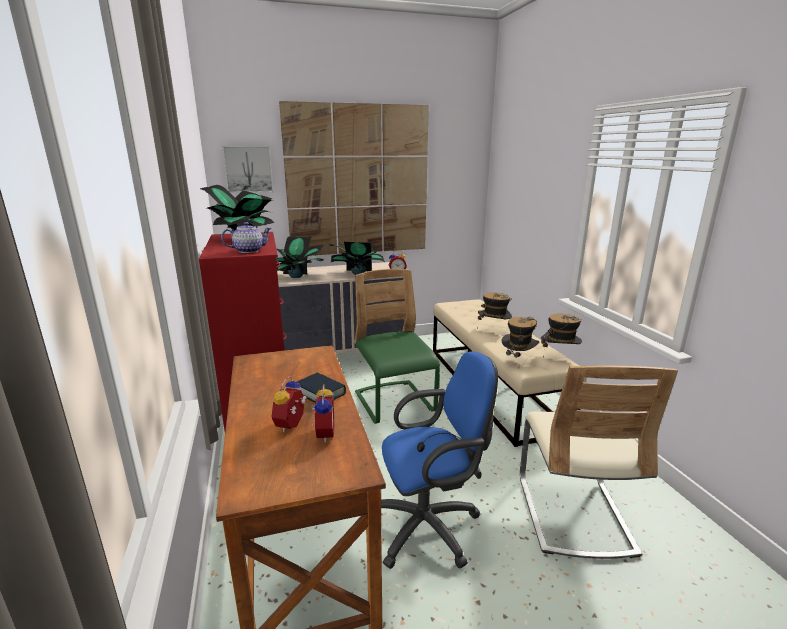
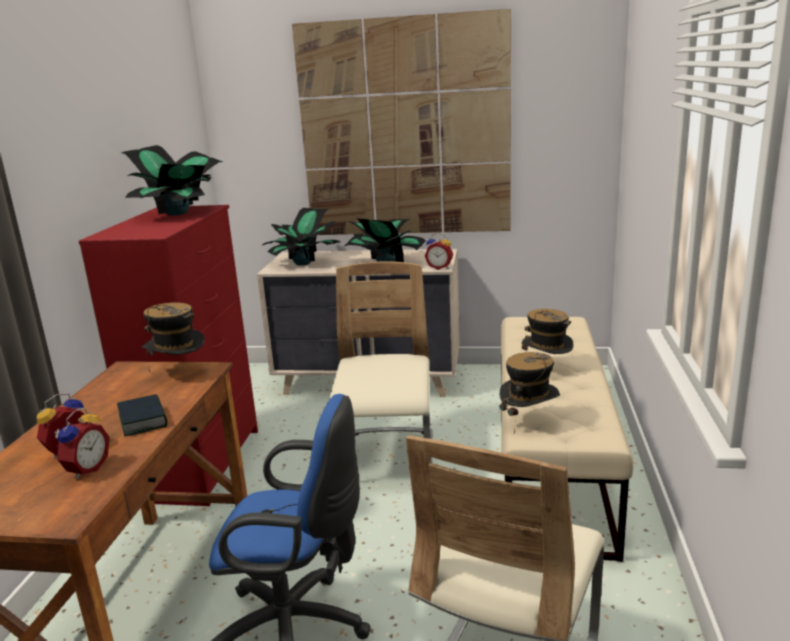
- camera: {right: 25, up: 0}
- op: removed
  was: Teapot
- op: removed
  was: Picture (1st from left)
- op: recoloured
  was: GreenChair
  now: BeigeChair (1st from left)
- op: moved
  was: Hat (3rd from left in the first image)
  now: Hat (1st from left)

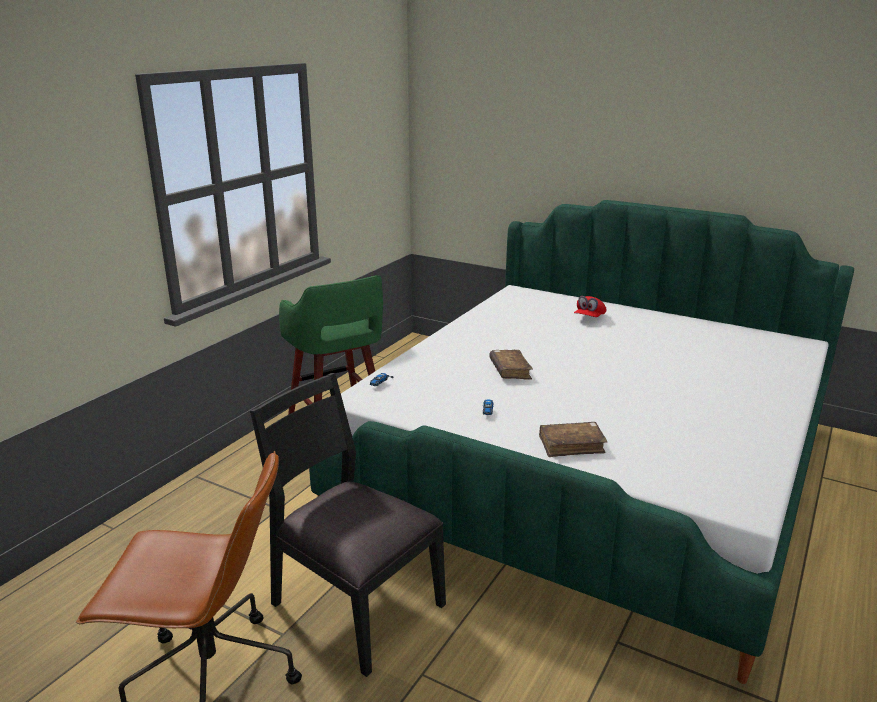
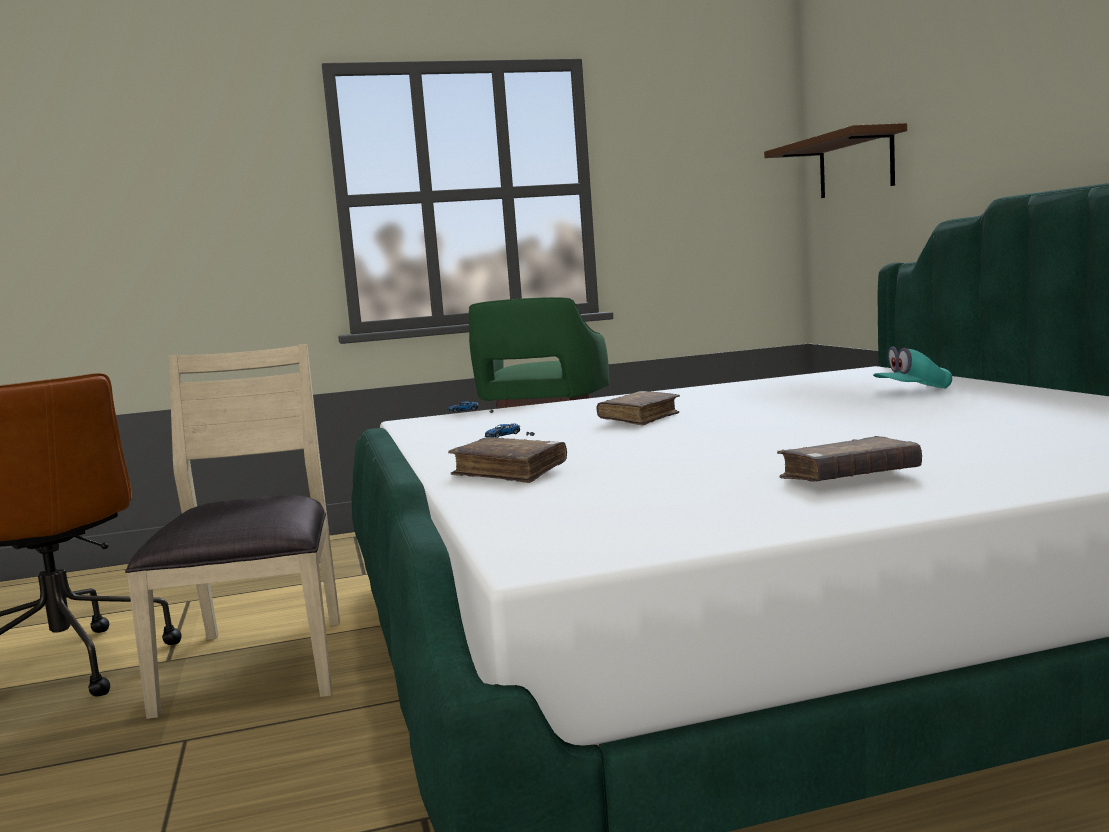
- camera: {right: 45, up: -15}
- op: recoloured
  was: BlackChair
  now: BeigeChair
- op: recoloured
  was: RedCap
  now: TurquoiseCap
- op: added
  now: BrownShelf
- op: added
  now: BrownBook (3rd from left)

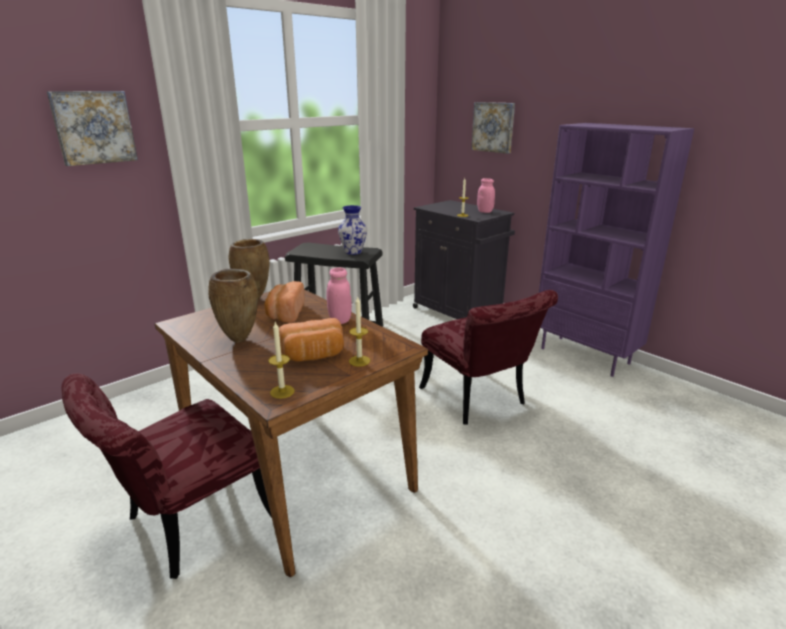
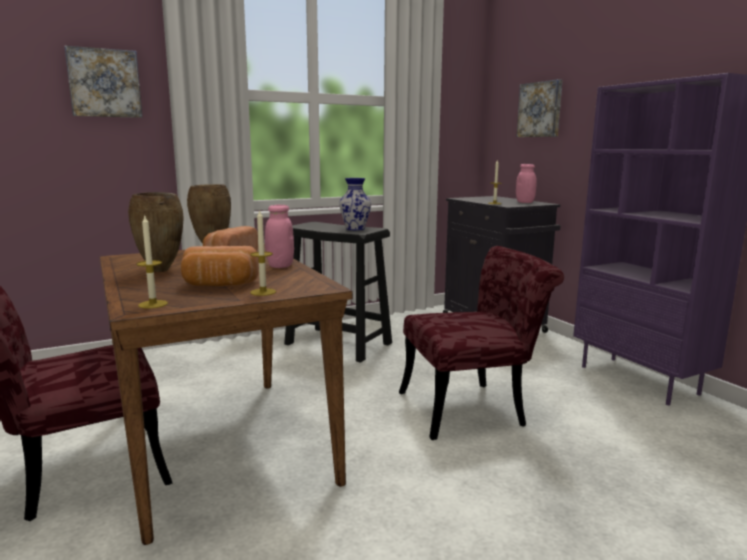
- camera: {right: 15, up: -10}
- op: turned
  was: RedChair (2nd from left)
  clockwise: -90

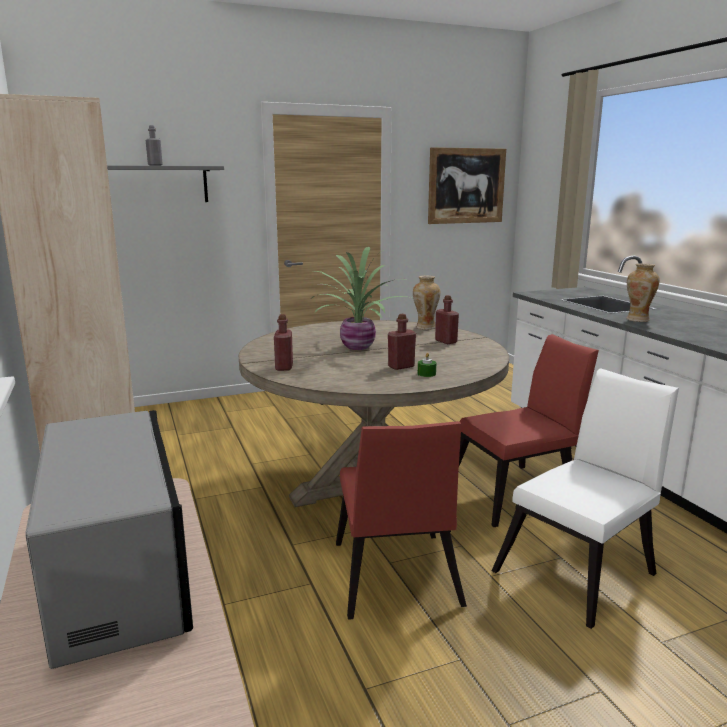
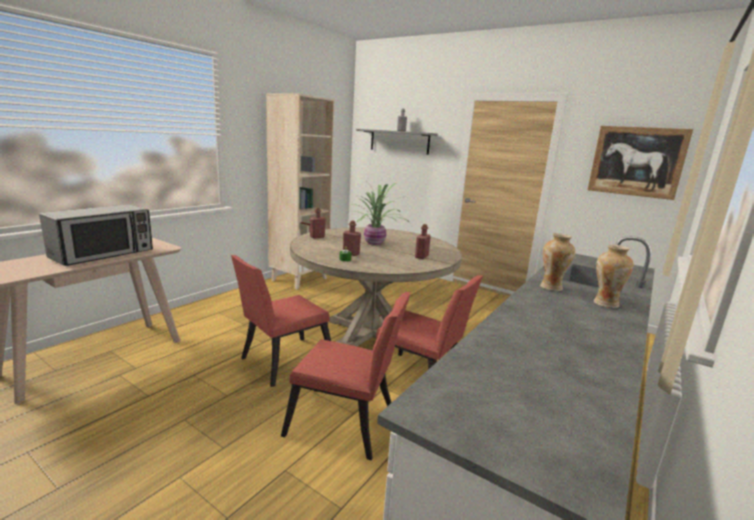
- camera: {right: 55, up: 0}
- op: moved
  was: Vase (1st from left in the first image)
  now: Vase (2nd from left)
- op: recoloured
  was: WhiteChair
  now: RedChair (2nd from left)

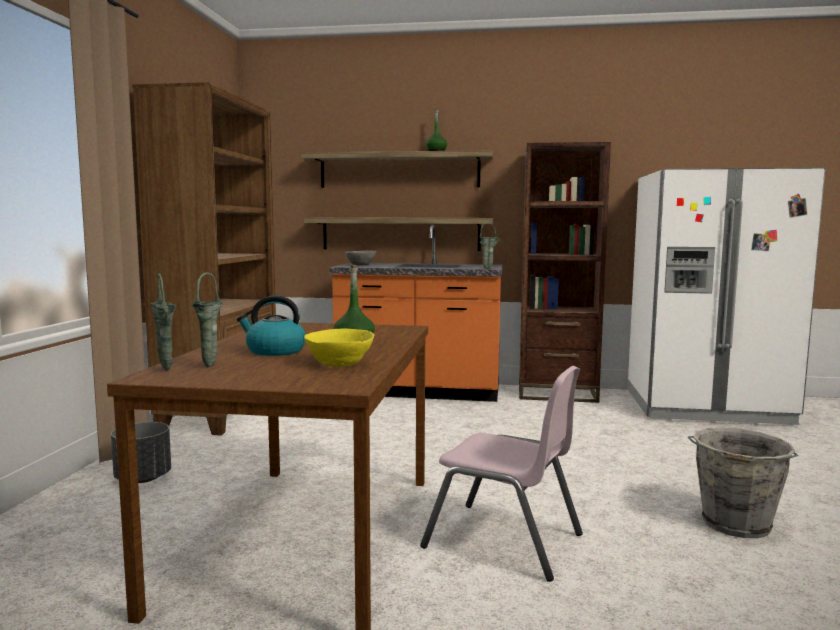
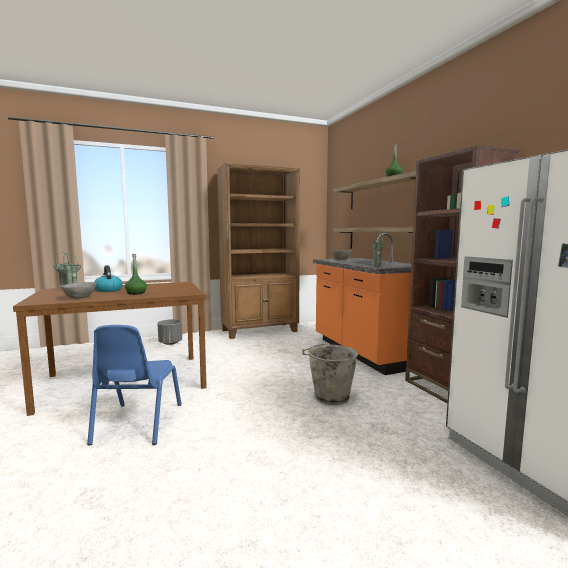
- camera: {right: 60, up: 0}
- op: recoloured
  was: YellowBowl
  now: GreyBowl (1st from left)
- op: recoloured
  was: PinkChair
  now: BlueChair
- op: moved
  was: GreyBucket

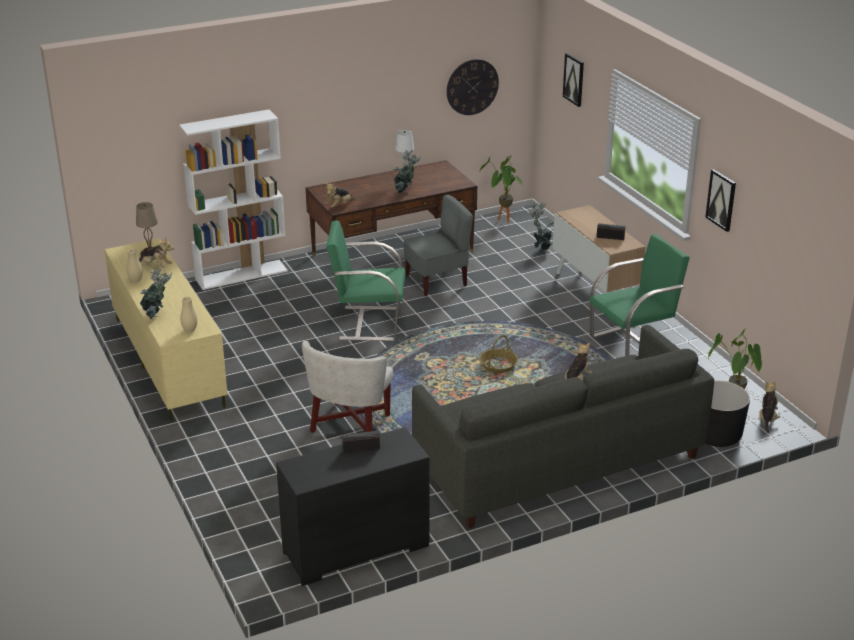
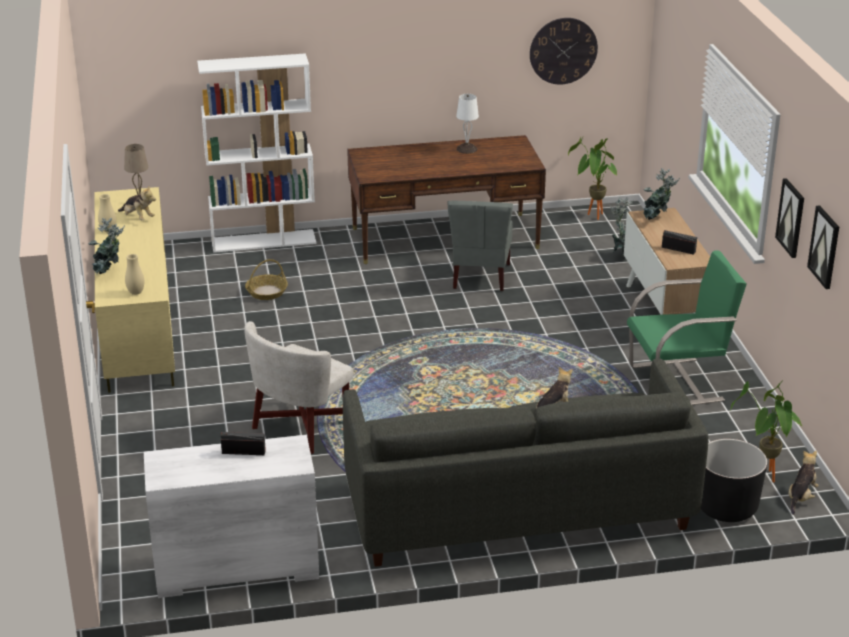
- camera: {right: 15, up: 0}
- op: recoloured
  was: BlackDresser
  now: WhiteDresser
- op: removed
  was: PlushToy (2nd from left)
- op: removed
  was: GreenArmchair (1st from left)
- op: moved
  was: PottedPlant (2nd from left in the first image)
  now: PottedPlant (4th from left)
- op: turned
  was: GreyChair
  clockwise: 105
- op: moved
  was: Basket
- op: moved
  was: Picture (1st from left in the first image)
  now: Picture (2nd from left)

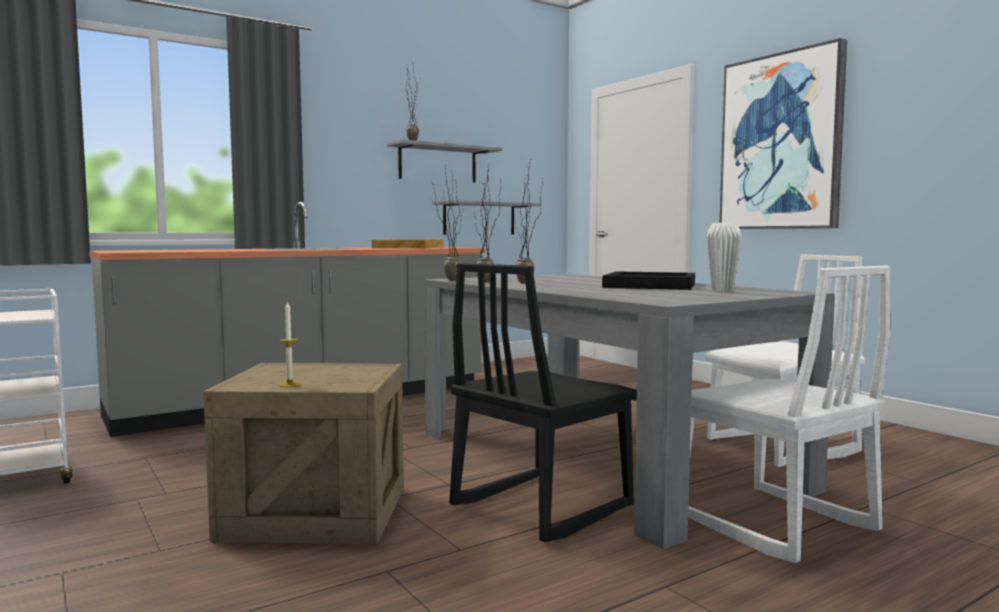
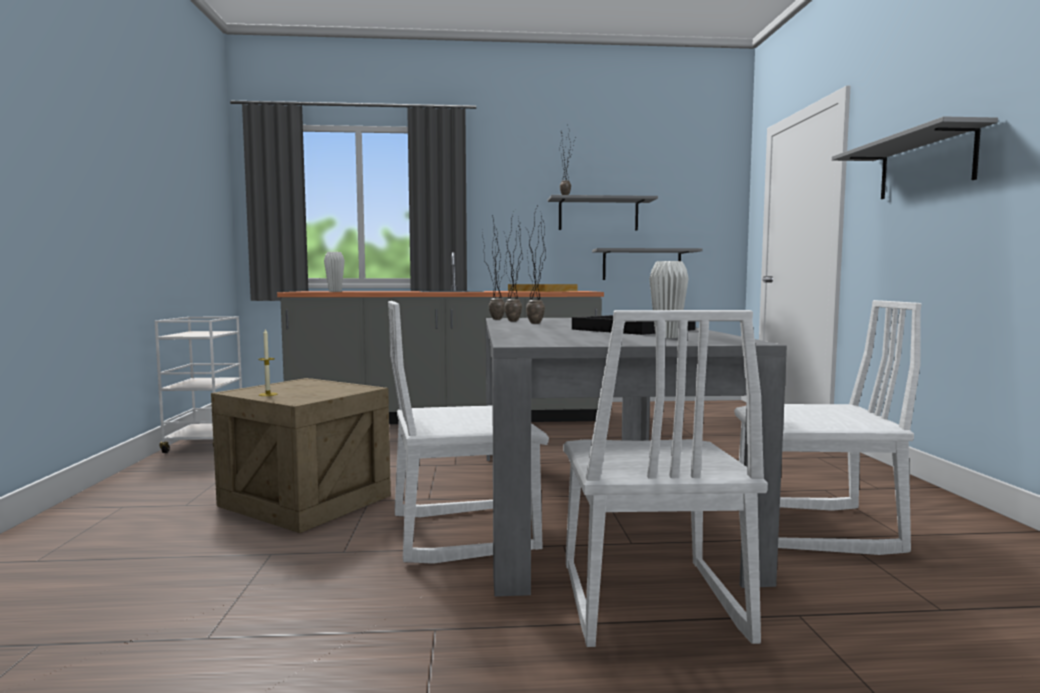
- camera: {right: 30, up: 0}
- op: recoloured
  was: BlackChair
  now: WhiteChair (1st from left)
- op: replaced
  was: Picture
  now: GreyShelf (3rd from left)
- op: added
  now: WhiteVase (1st from left)

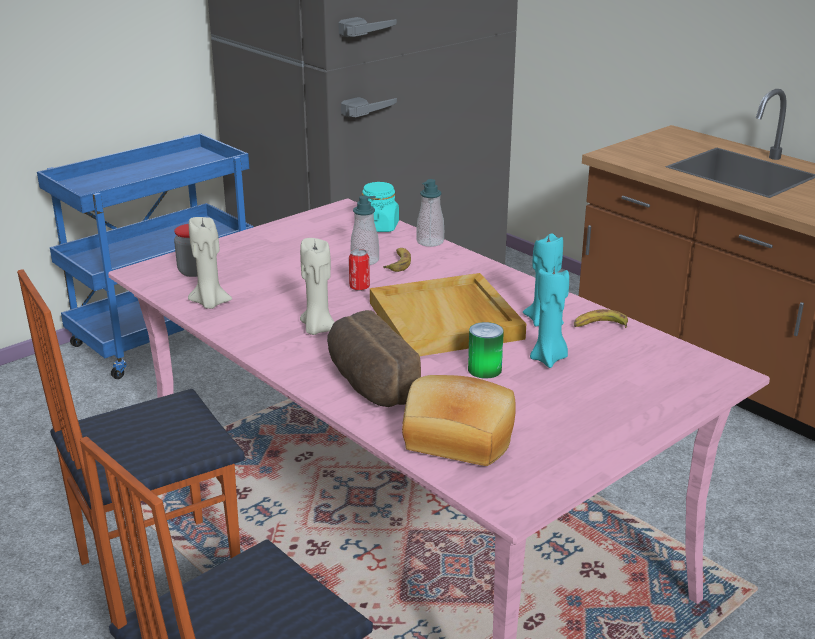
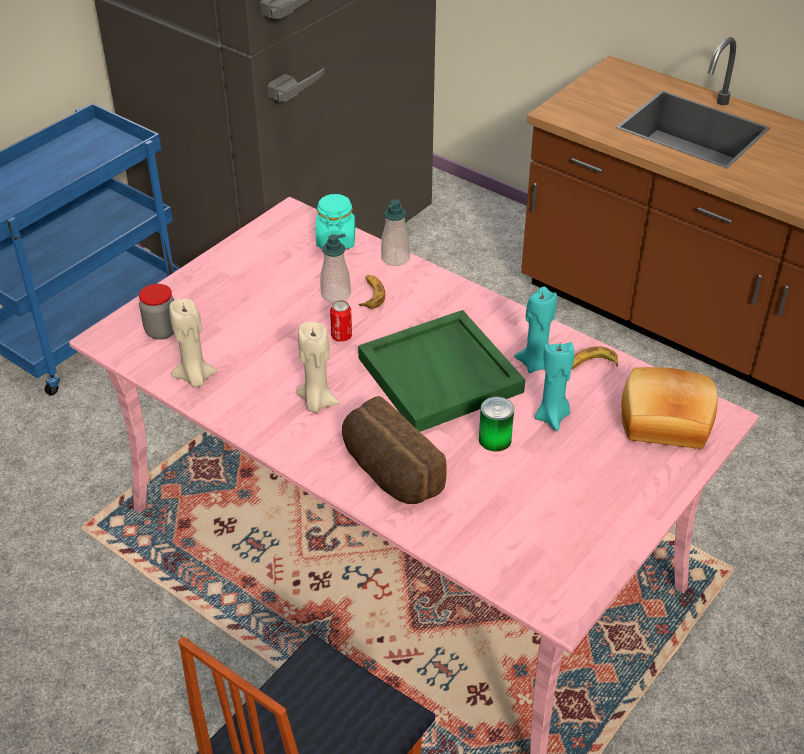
- camera: {right: -10, up: 15}
- op: removed
  was: Chair (1st from left)
- op: recoloured
  was: BeigeTray
  now: GreenTray
- op: moved
  was: Bread (2nd from left)

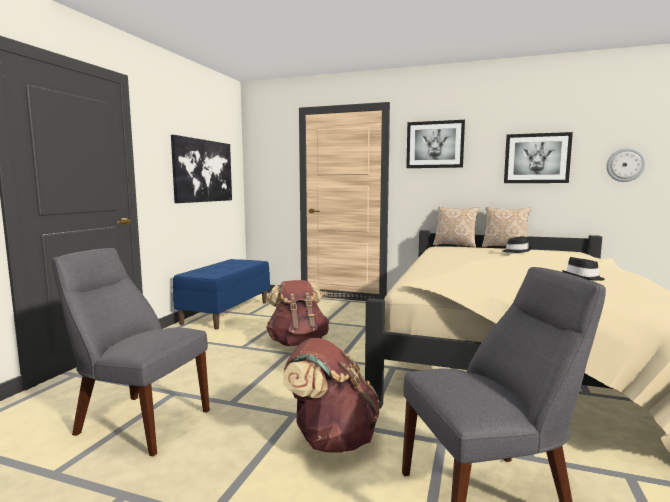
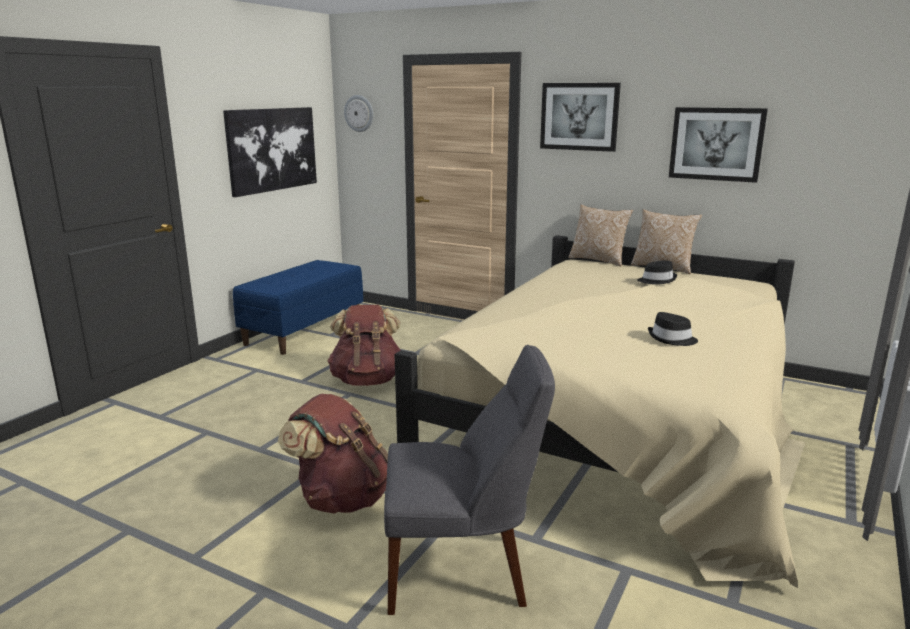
- camera: {right: 10, up: 10}
- op: removed
  was: GreyChair (1st from left)
- op: moved
  was: WallClock

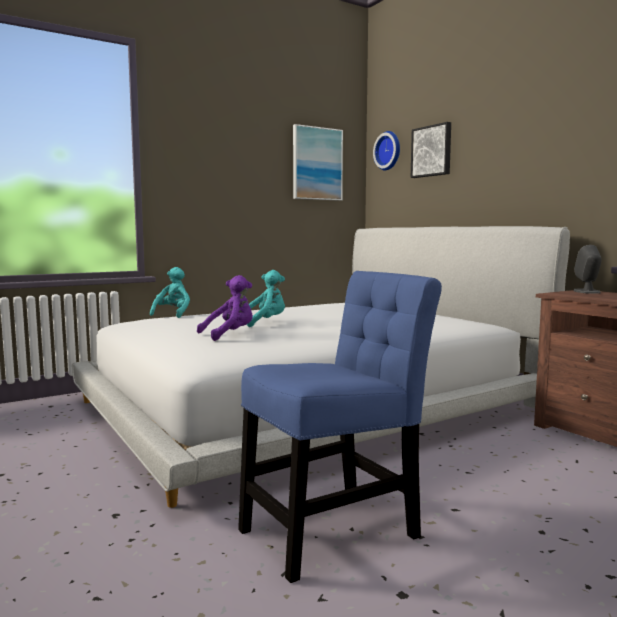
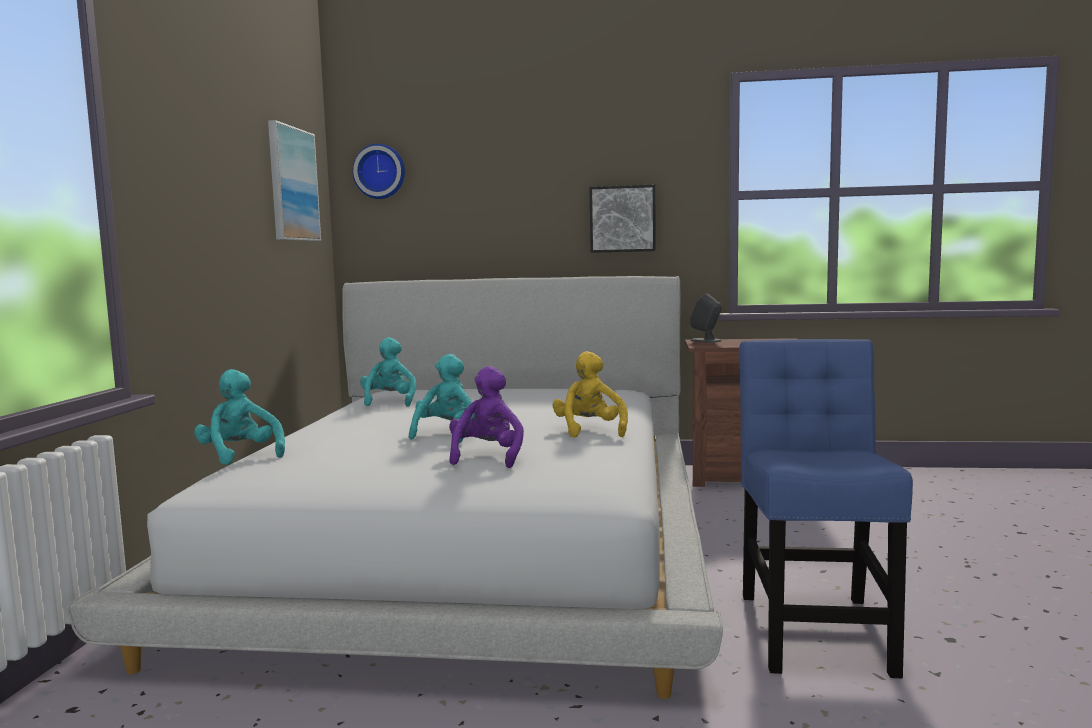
- camera: {right: -50, up: 0}
- op: moved
  was: Picture (2nd from left)
- op: added
  now: TurquoisePlushToy (2nd from left)
- op: added
  now: YellowPlushToy

